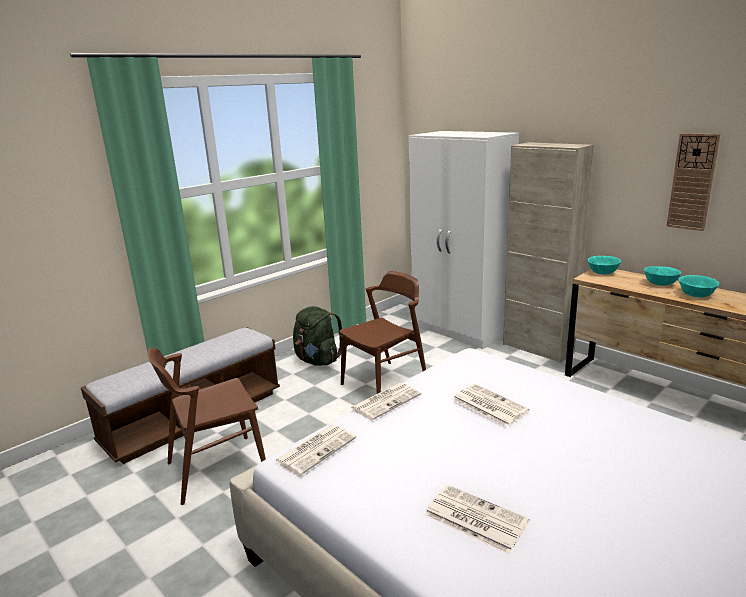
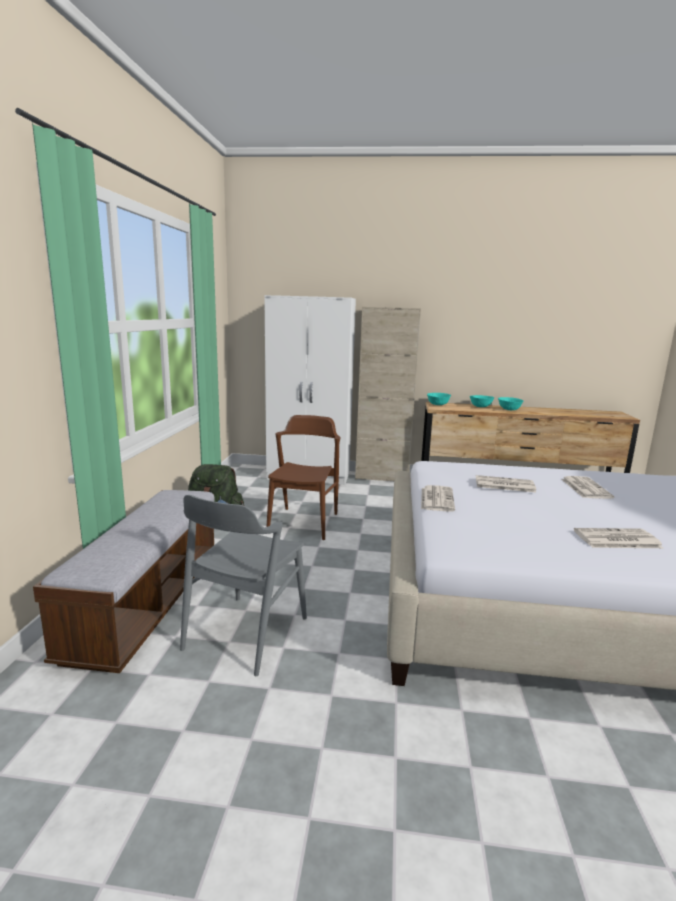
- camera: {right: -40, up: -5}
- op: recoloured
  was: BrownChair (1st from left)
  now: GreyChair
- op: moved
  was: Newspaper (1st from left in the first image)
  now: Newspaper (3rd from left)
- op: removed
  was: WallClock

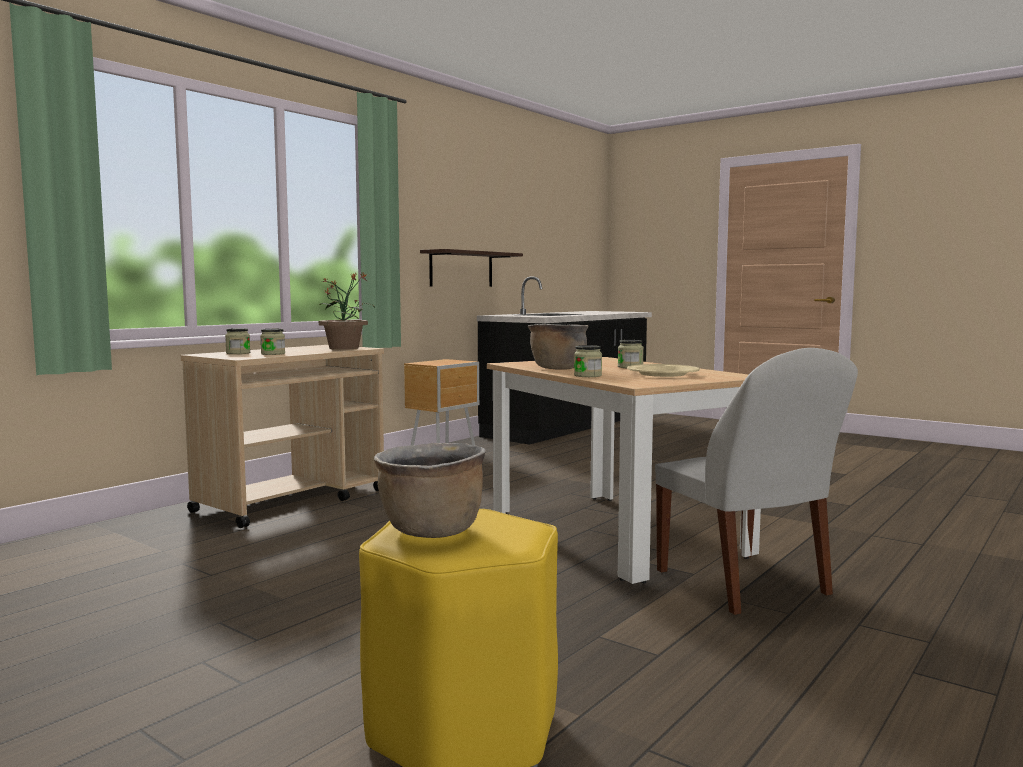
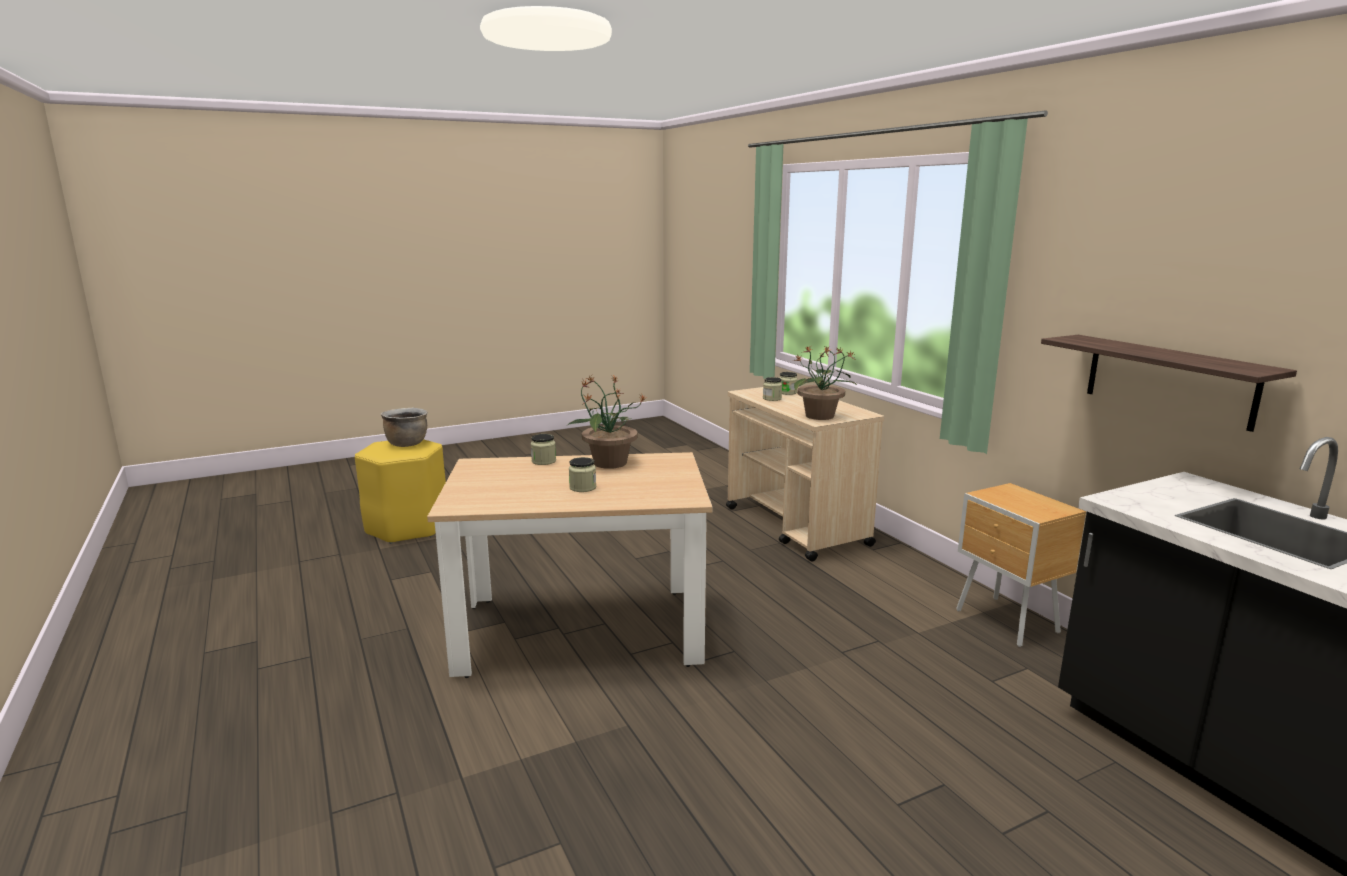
- camera: {right: 115, up: 10}
- op: replaced
  was: BrownCookingPot (2nd from left)
  now: PottedPlant (1st from left)
- op: removed
  was: BeigePlate
- op: removed
  was: WhiteChair

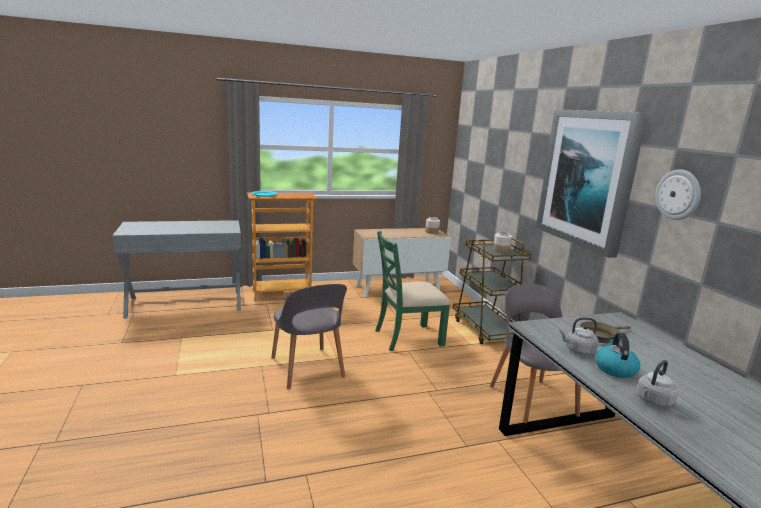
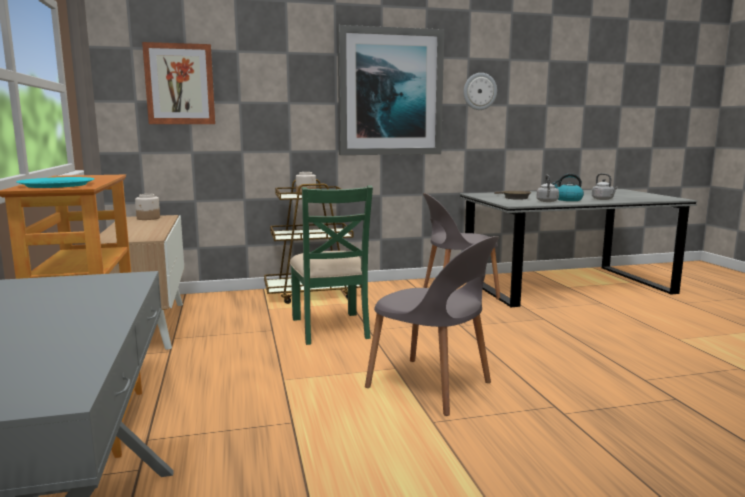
- camera: {right: -85, up: -5}
- op: turned
  was: GreyChair (1st from left)
  clockwise: 60
- op: added
  now: Picture (1st from left)

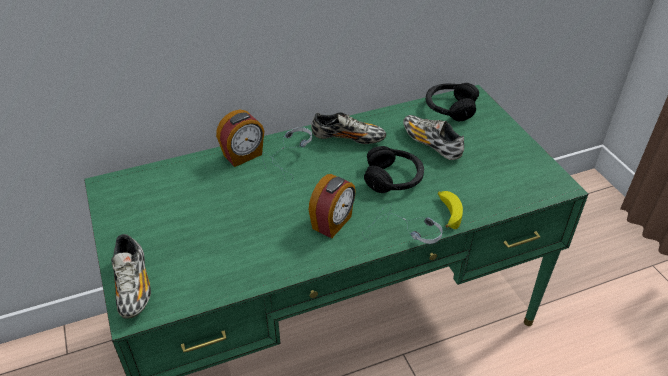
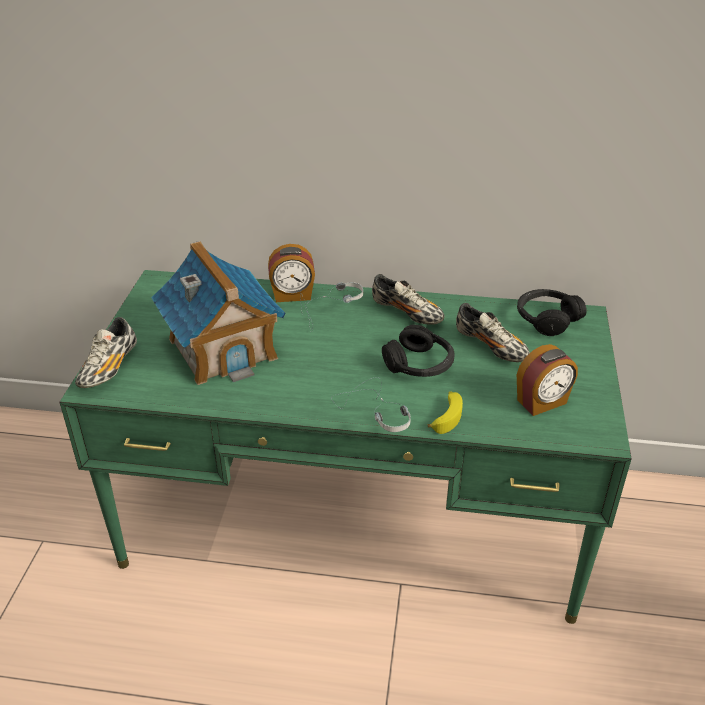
- camera: {right: 30, up: -5}
- op: moved
  was: AlarmClock (2nd from left)
- op: turned
  was: Shoe (3rd from left)
  clockwise: 150
- op: added
  now: ToyHouse

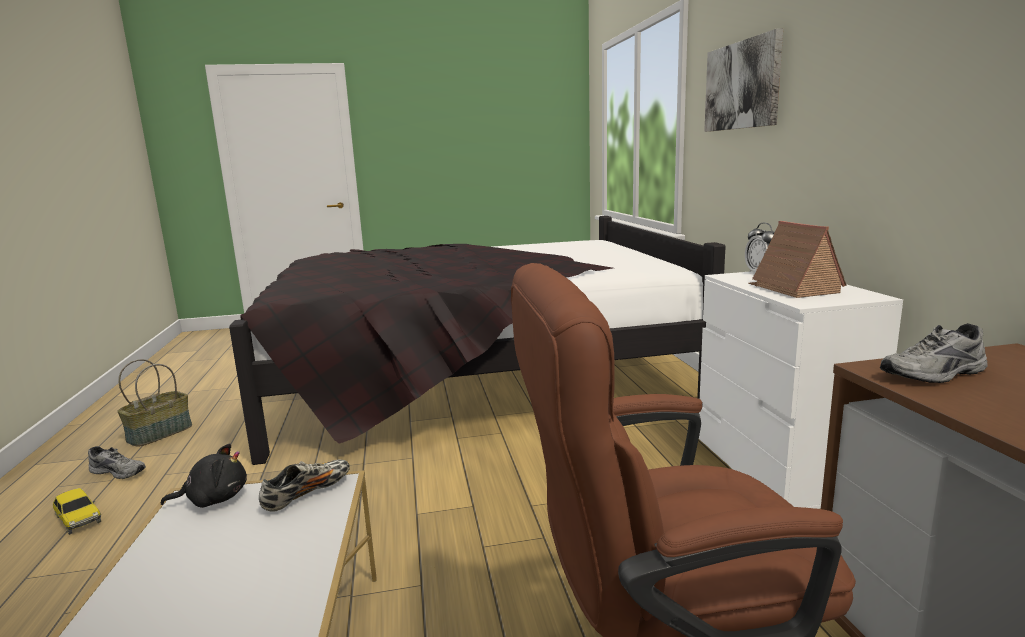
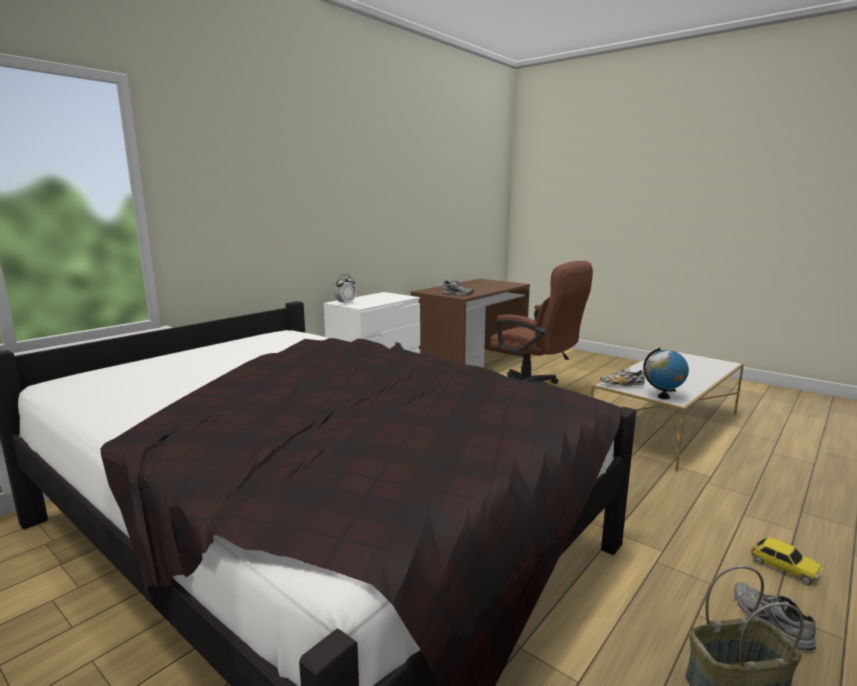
- camera: {right: -130, up: 0}
- op: turned
  was: ToyCar
  clockwise: 135
- op: replaced
  was: BlackPlushToy
  now: Globe
- op: removed
  was: Picture
- op: removed
  was: ToyHouse

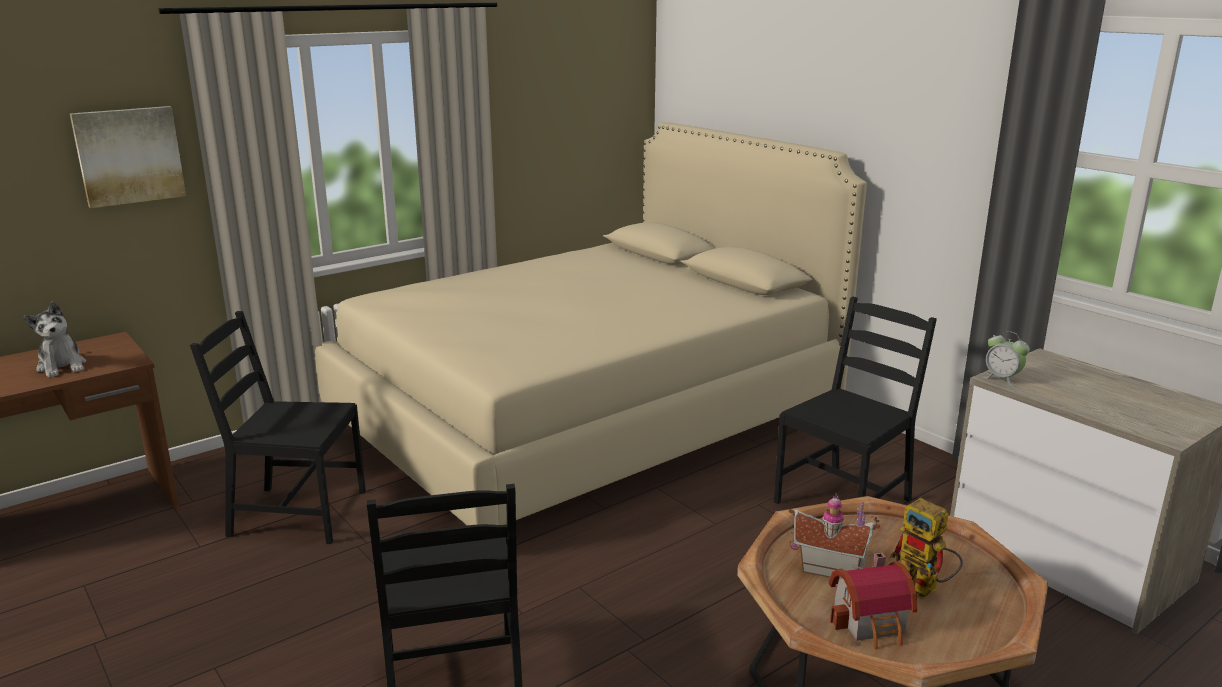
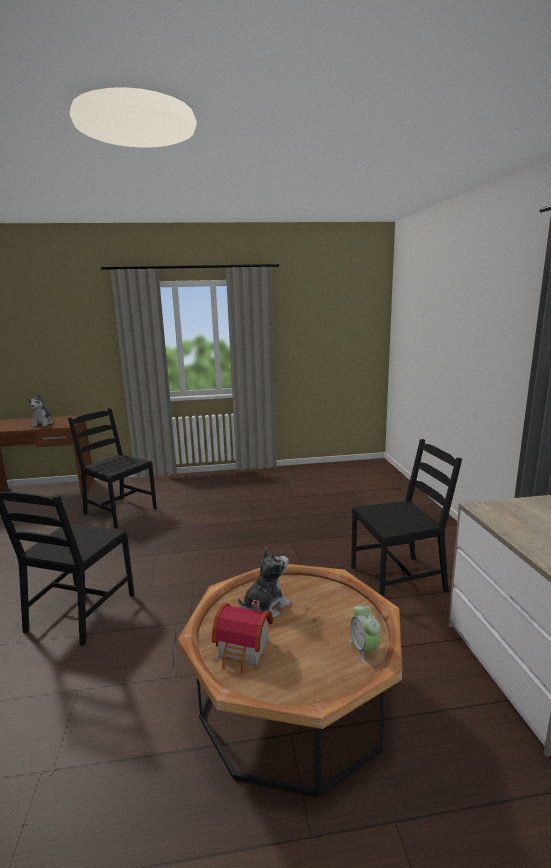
- camera: {right: 30, up: -5}
- op: removed
  was: Picture
- op: removed
  was: BeigeBed
- op: replaced
  was: ToyHouse (1st from left)
  now: PlushToy (2nd from left)
- op: removed
  was: ToyRobot
- op: moved
  was: AlarmClock

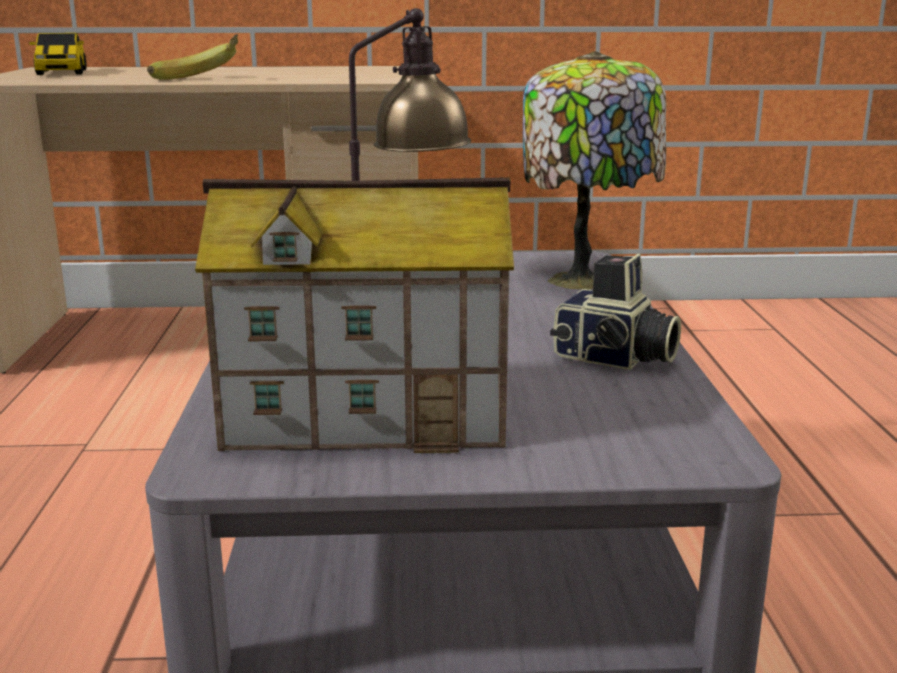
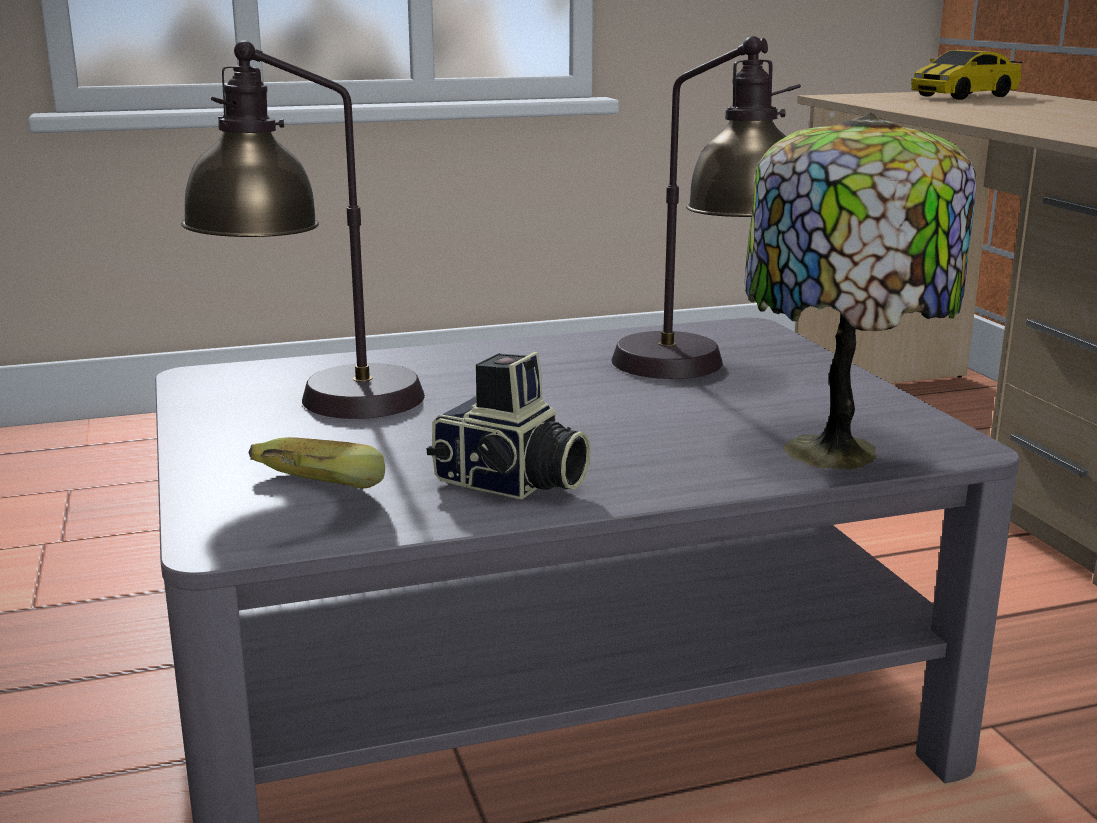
- camera: {right: 75, up: 0}
- op: moved
  was: Banana
- op: replaced
  was: ToyHouse
  now: TableLamp (1st from left)
- op: turned
  was: PhotoCamera
  clockwise: -75

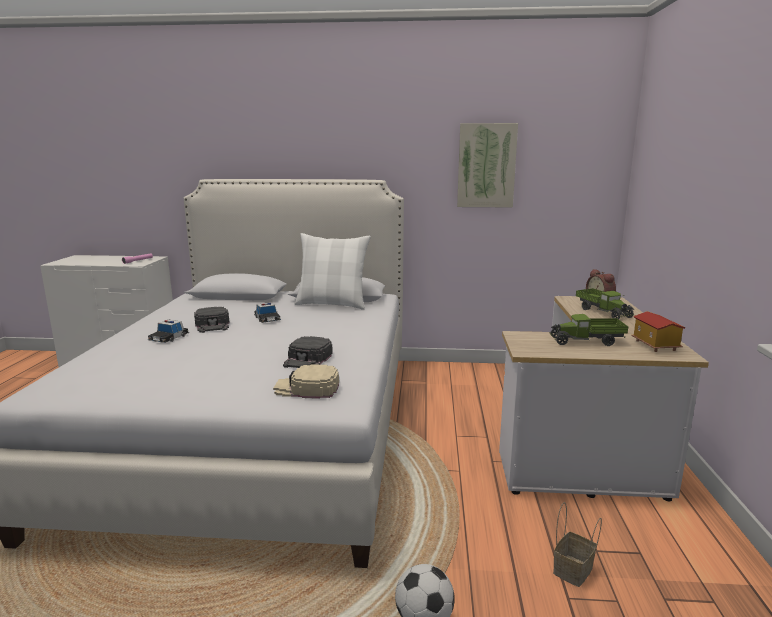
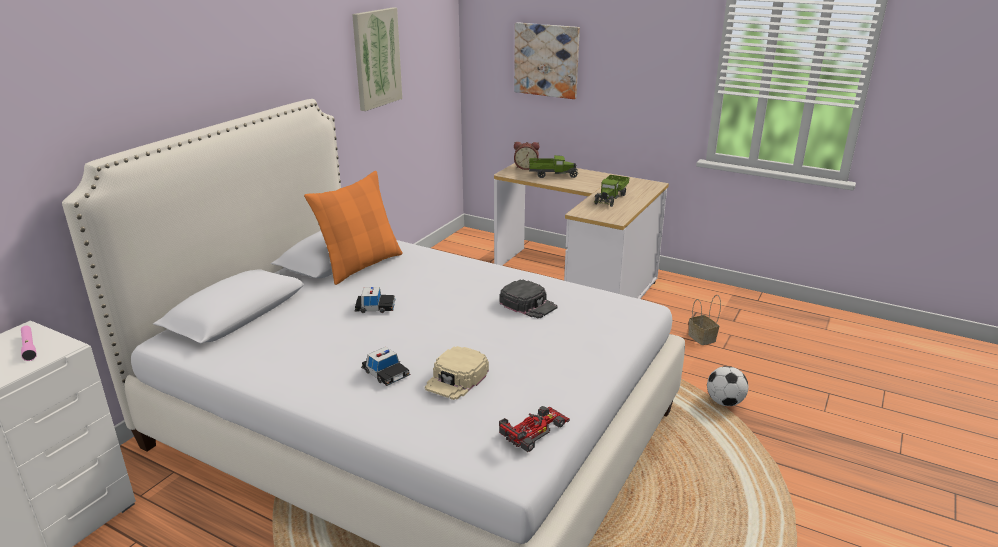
- camera: {right: -65, up: 10}
- op: removed
  was: BlackCap (1st from left)
- op: moved
  was: BeigeCap
- op: recoloured
  was: WhitePillow
  now: OrangePillow
- op: removed
  was: ToyHouse
- op: added
  now: ToyCar (3rd from left)
- op: added
  now: Picture (2nd from left)

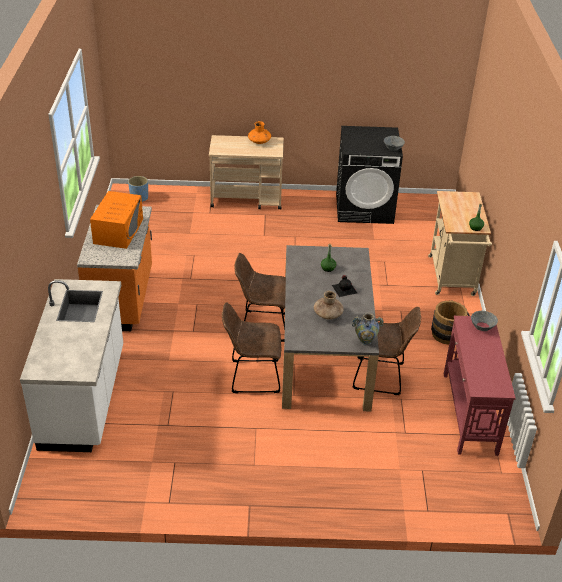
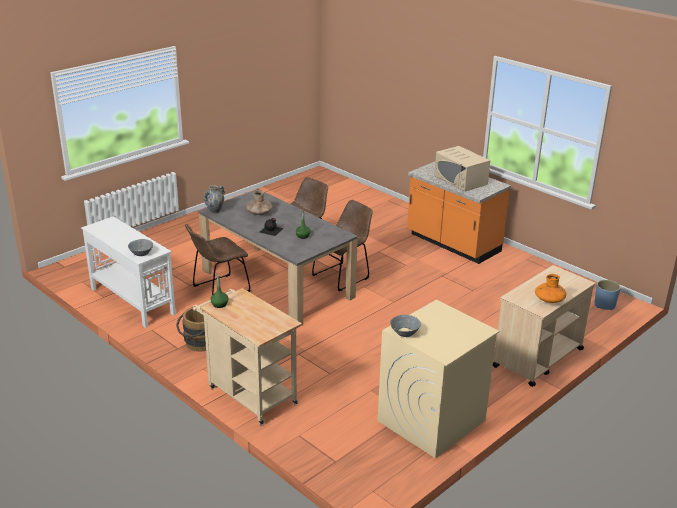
- camera: {right: 135, up: -10}
- op: removed
  was: WhiteCounter
- op: recoloured
  was: OrangeMicrowave
  now: BeigeMicrowave
- op: recoloured
  was: BlackWashingMachine
  now: BeigeWashingMachine
- op: recoloured
  was: RedConsoleTable
  now: WhiteConsoleTable

